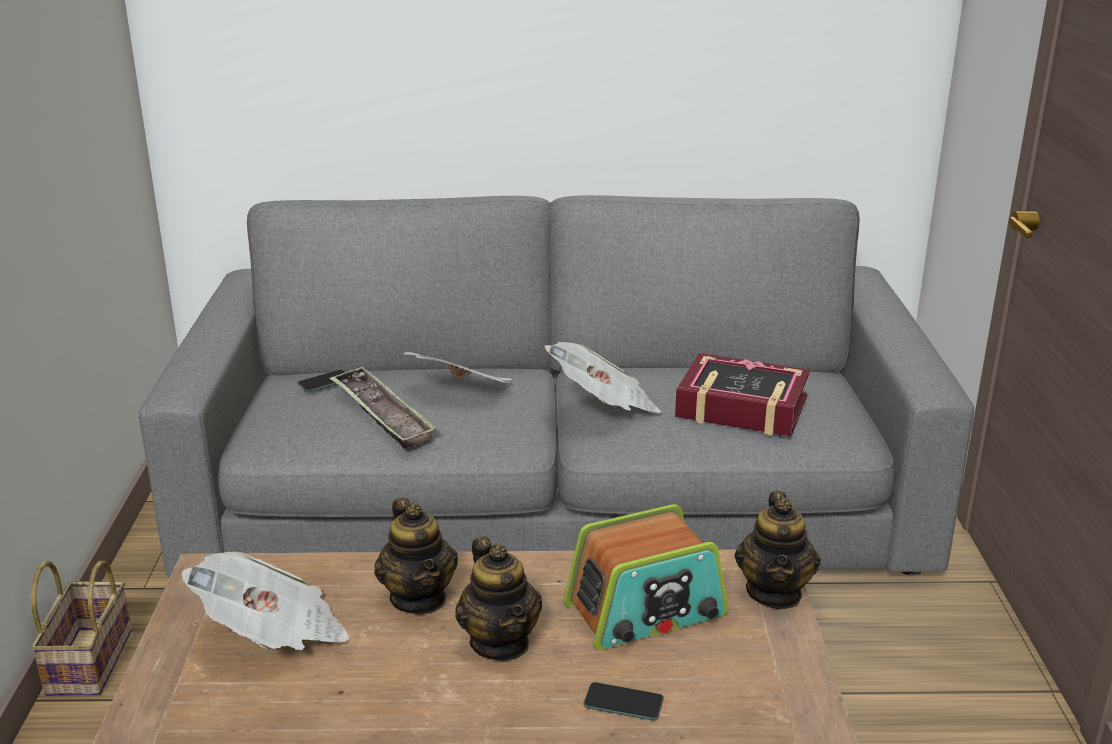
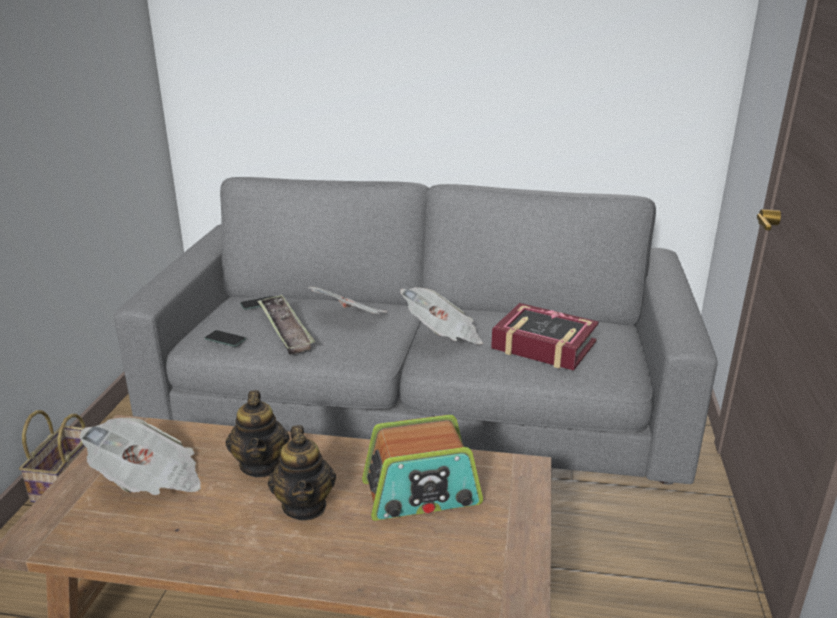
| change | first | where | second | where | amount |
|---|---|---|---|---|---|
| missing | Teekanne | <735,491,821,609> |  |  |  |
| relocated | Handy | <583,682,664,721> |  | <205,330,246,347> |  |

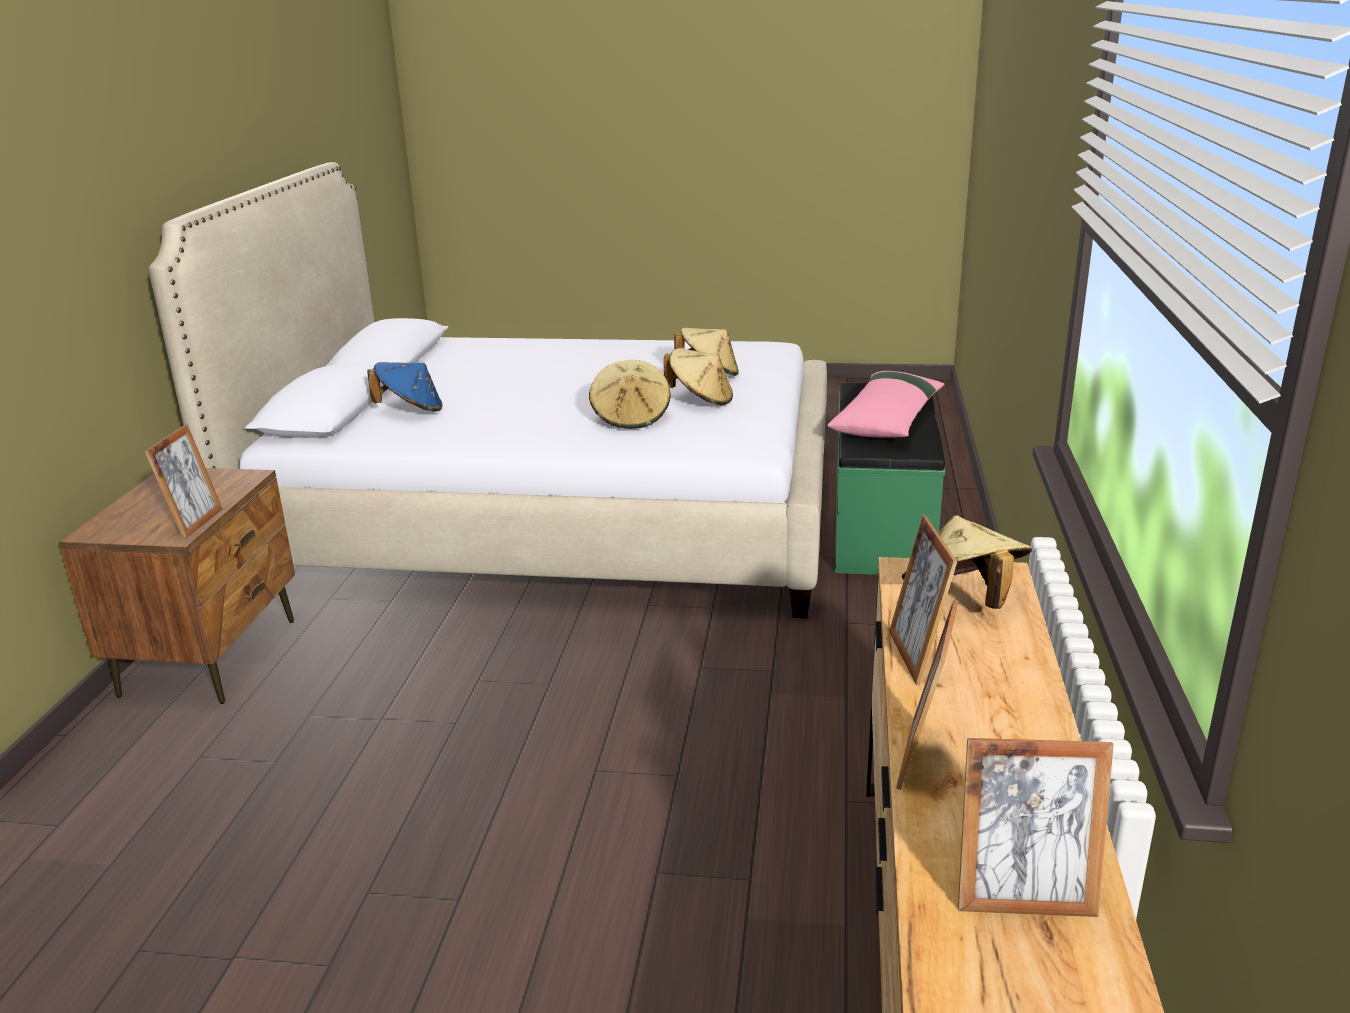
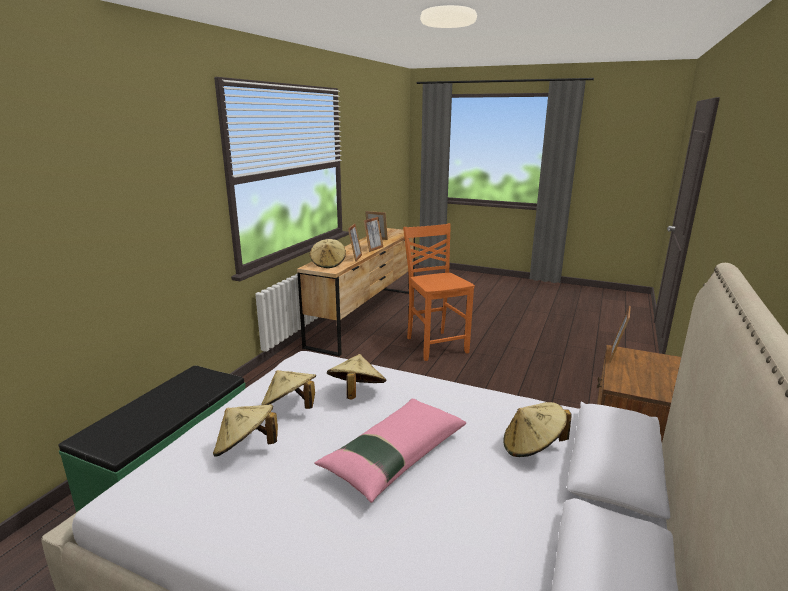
| change | first | where | second | where | amount |
|---|---|---|---|---|---|
| colour | Hut/blau | <367,362,443,412> | Hut/beige | <504,402,572,457> |  |
| relocated | Kissen/rosa | <828,371,945,438> |  | <315,398,466,503> |  |
| appeared |  |  | Stuhl/orange | <403,223,475,361> |  |

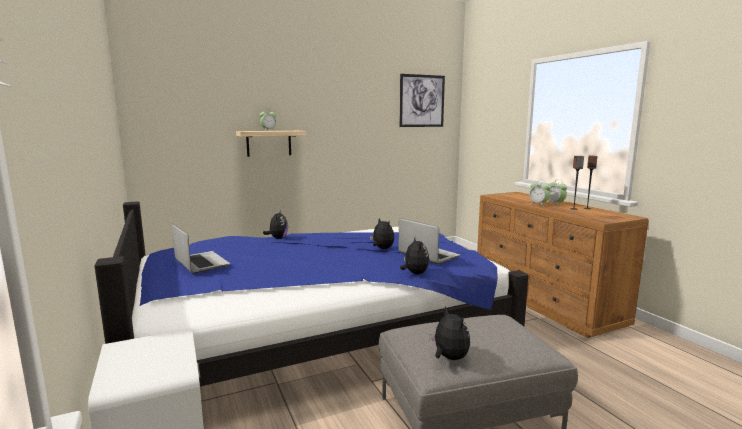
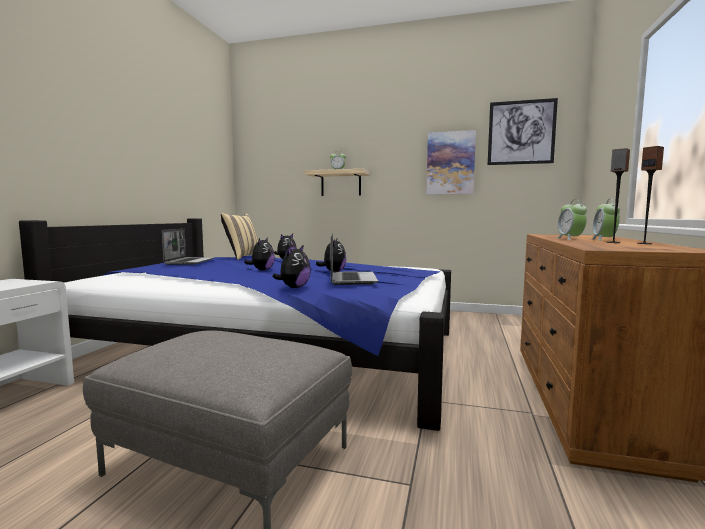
| change | first | where | second | where | amount |
|---|---|---|---|---|---|
| relocated | Plüschtier | <429,306,470,360> |  | <244,237,275,271> |  |
| appeared |  |  | Bild | <426,130,476,195> |  |
| appeared |  |  | Kissen/beige | <221,213,258,260> |  |

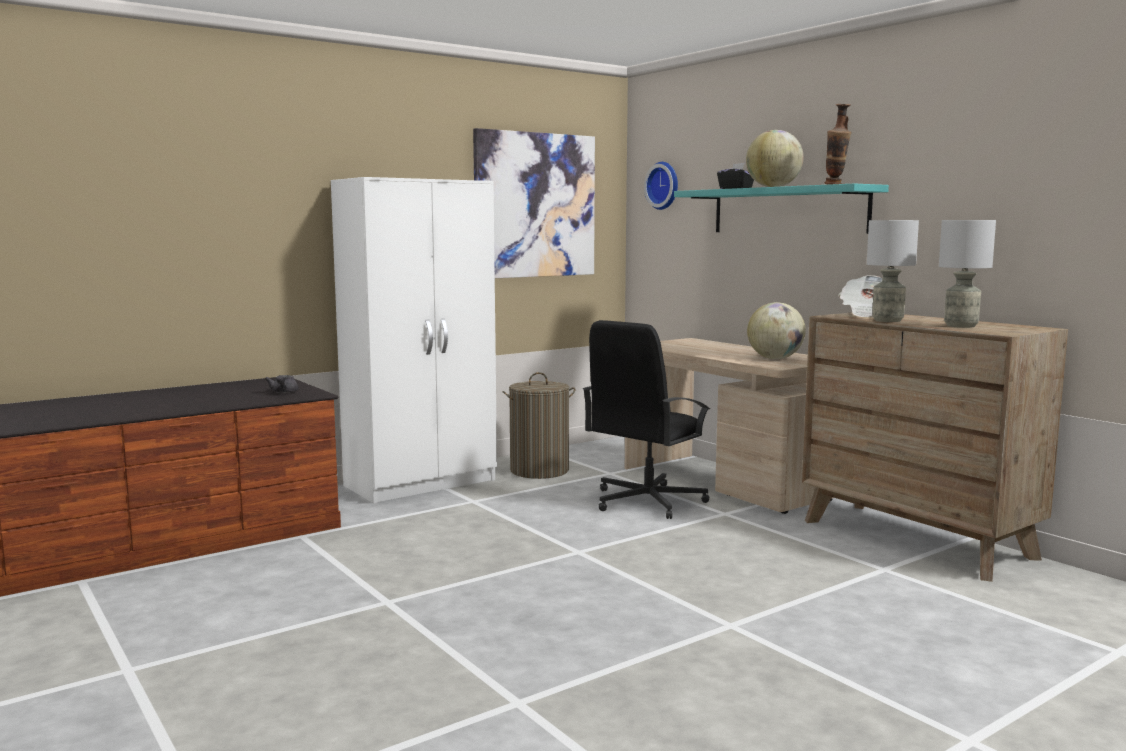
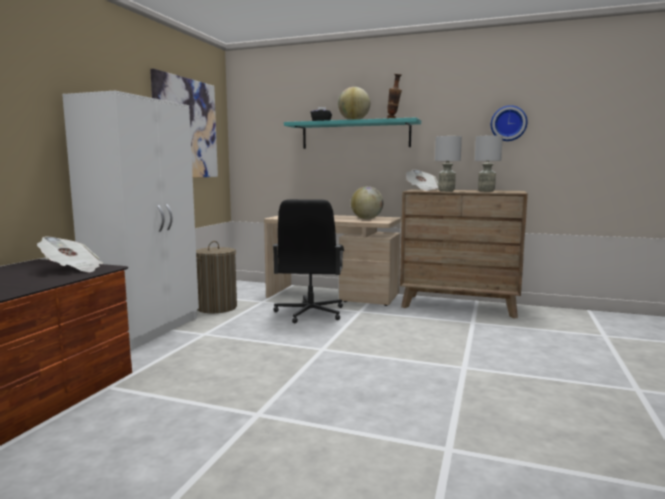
| change | first | where | second | where | amount |
|---|---|---|---|---|---|
| relocated | Wanduhr | <644,162,678,210> |  | <491,105,527,141> |  |
| exchanged | Teekanne/grau | <265,375,299,393> | Zeitung | <37,236,103,272> |  |

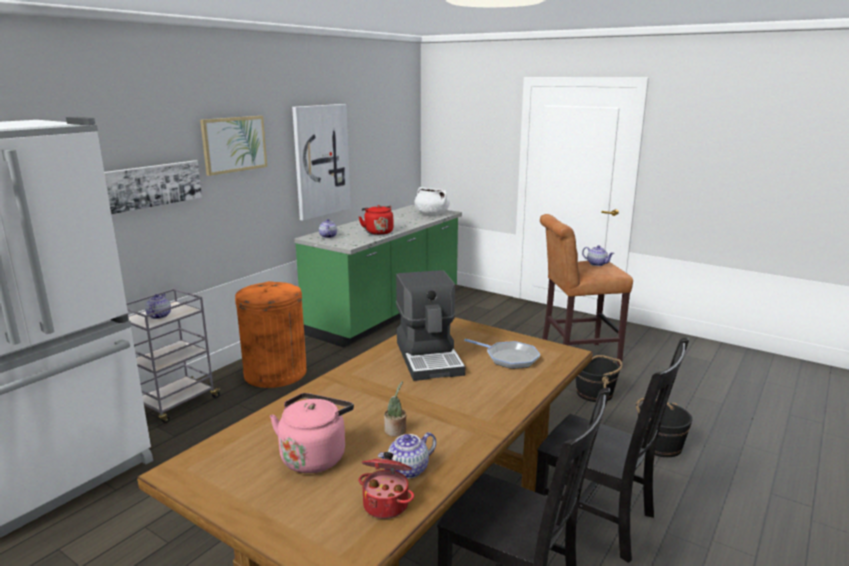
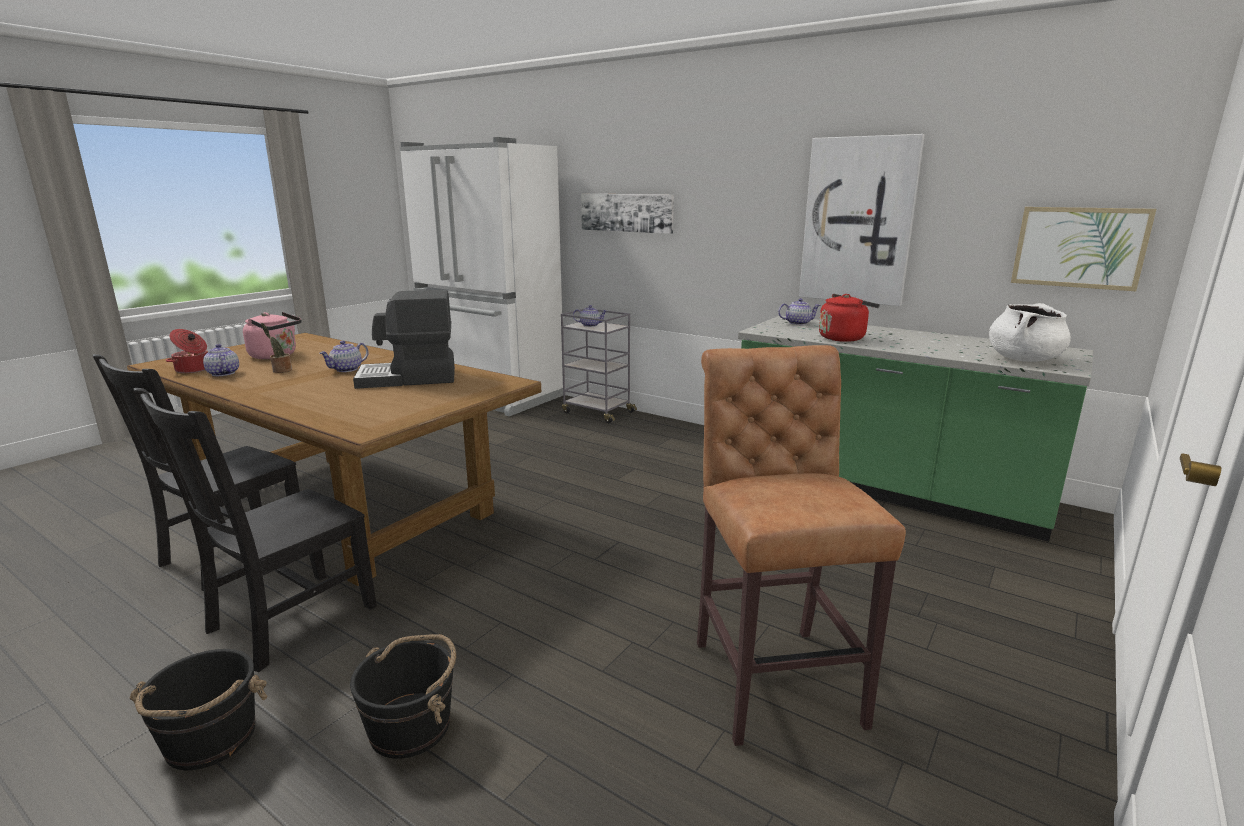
| change | first | where | second | where | amount |
|---|---|---|---|---|---|
| relocated | Bild | <200,116,267,176> |  | <1011,207,1156,291> |  |
| relocated | Teekanne | <582,245,614,266> |  | <320,341,369,372> |  |
| missing | Mülleimer/orange | <235,281,307,388> |  |  |  |
| missing | Pfanne | <464,339,541,369> |  |  |  |
| relocated | Eimer/schwarz | <576,355,623,402> |  | <130,649,268,770> |  |

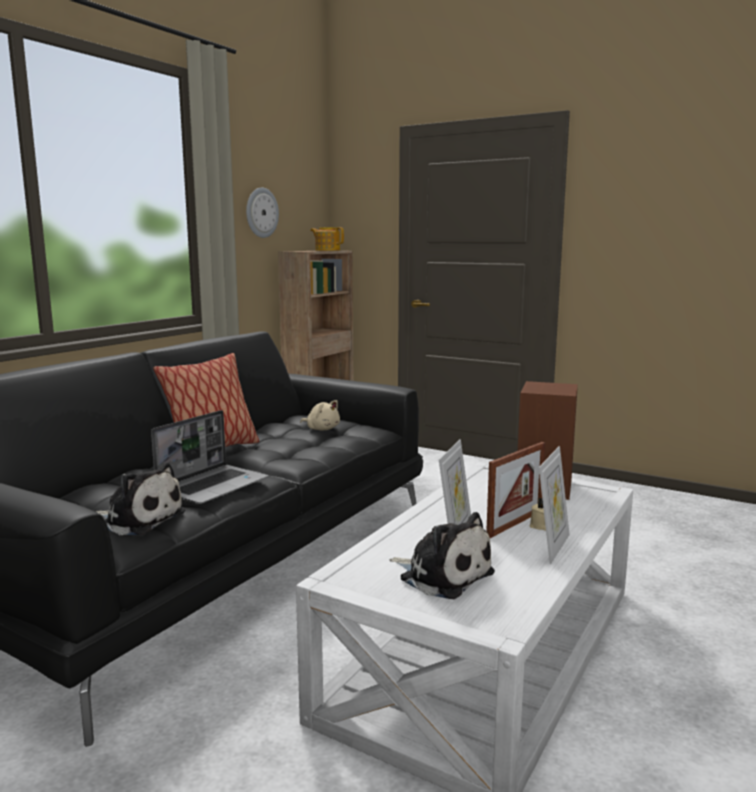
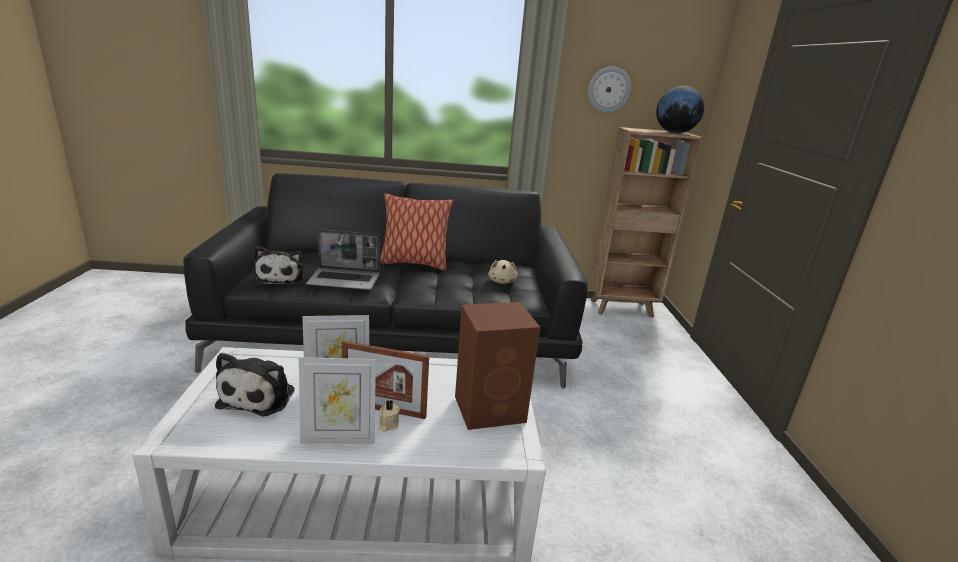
| change | first | where | second | where | amount |
|---|---|---|---|---|---|
| exchanged | Teekanne | <310,227,344,251> | Globus | <656,86,704,133> |  |

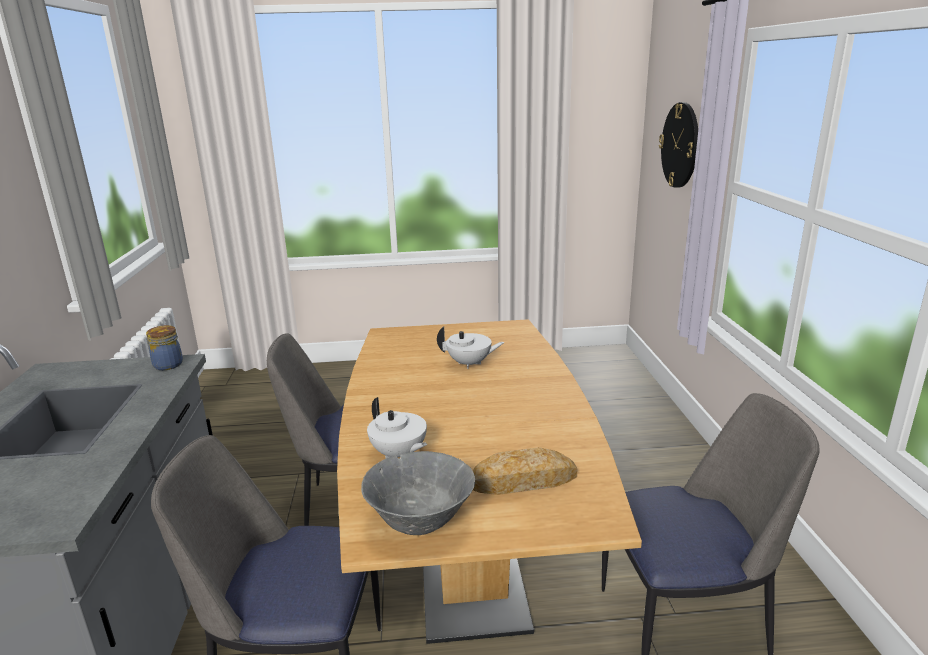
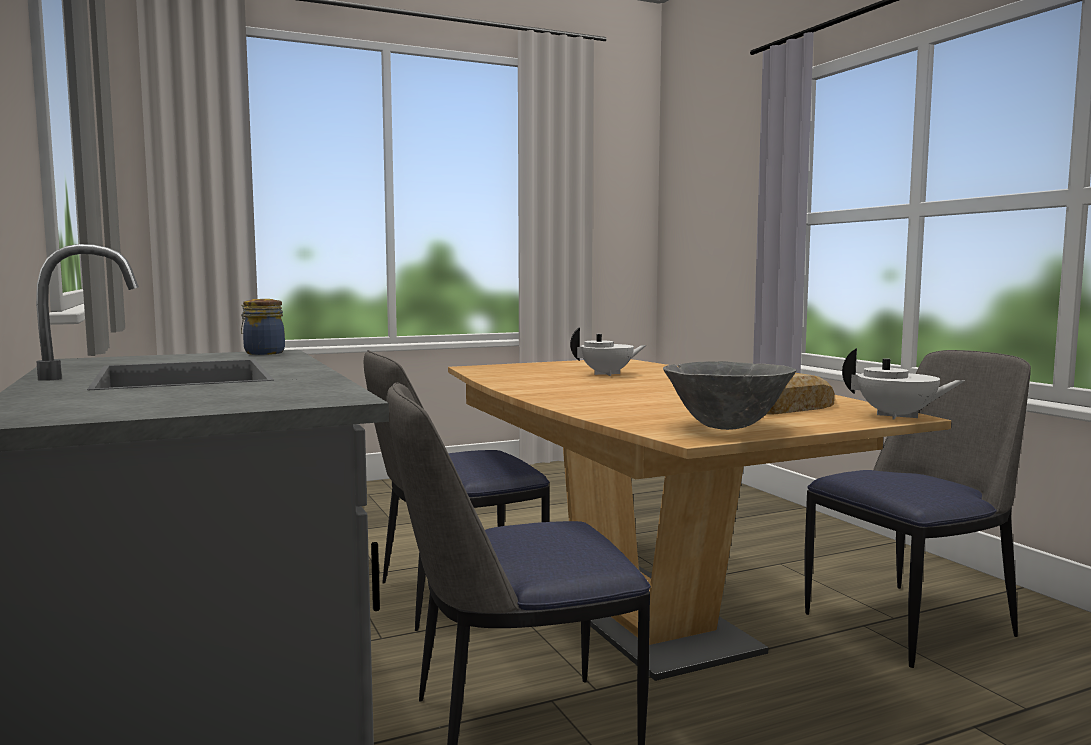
| change | first | where | second | where | amount |
|---|---|---|---|---|---|
| missing | Wanduhr | <659,102,698,188> |  |  |  |
| relocated | Teekanne/weiß | <367,397,427,458> |  | <842,348,964,420> |  |

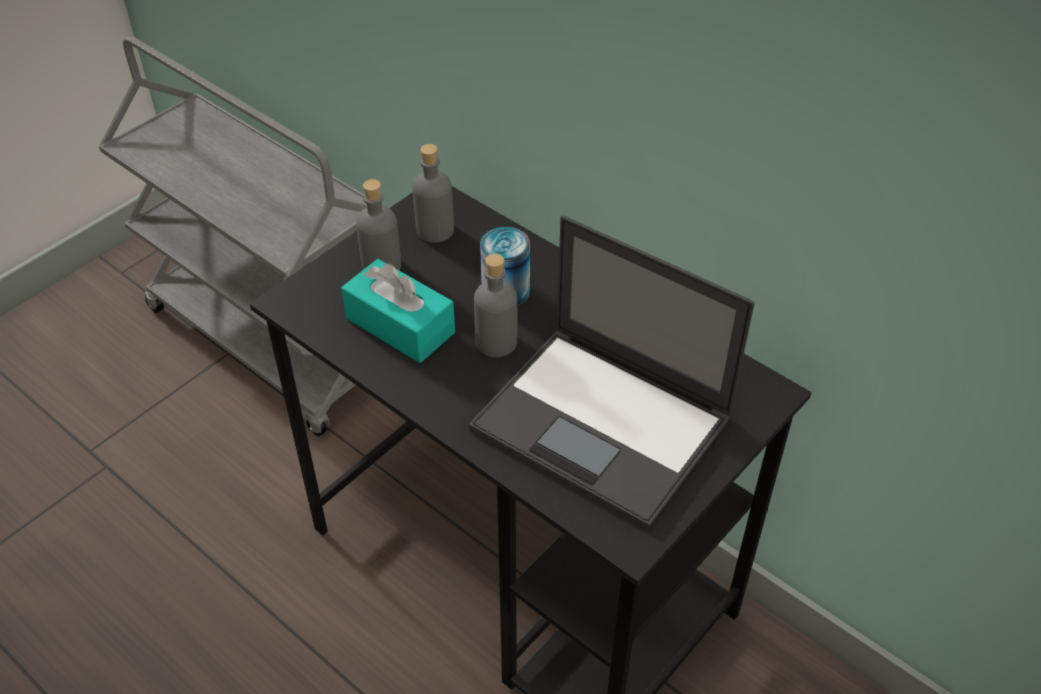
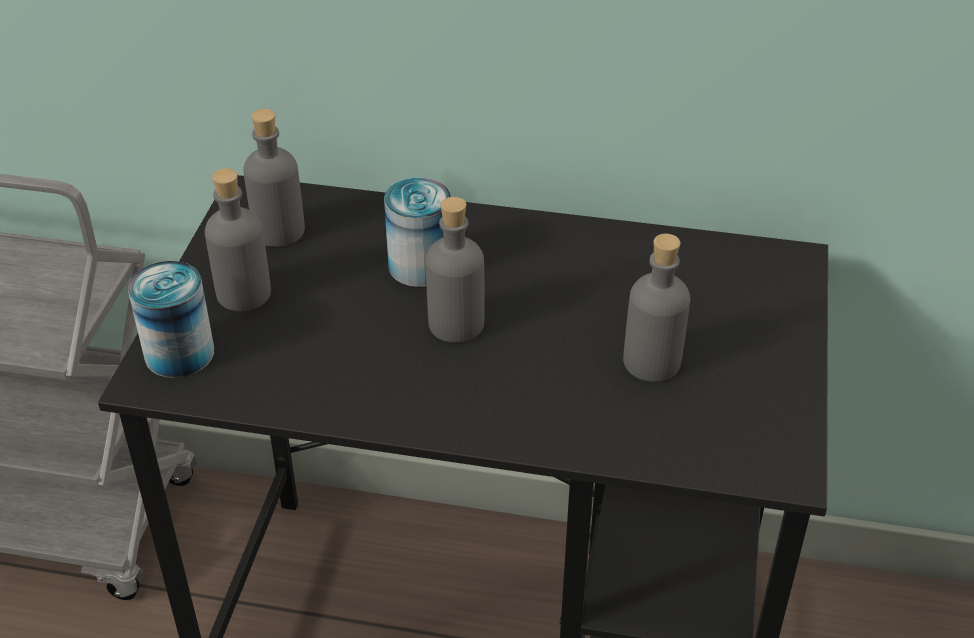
| change | first | where | second | where | amount |
|---|---|---|---|---|---|
| exchanged | Laptop | <469,216,755,530> | Flasche/grau | <623,234,690,382> |  |
| missing | Taschentuchbox/türkis | <341,259,455,363> |  |  |  |
| appeared |  |  | Dose | <128,261,214,378> |  |

